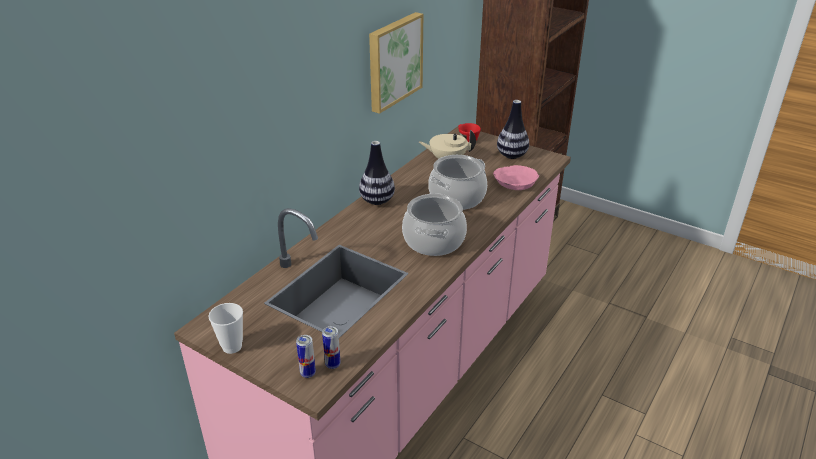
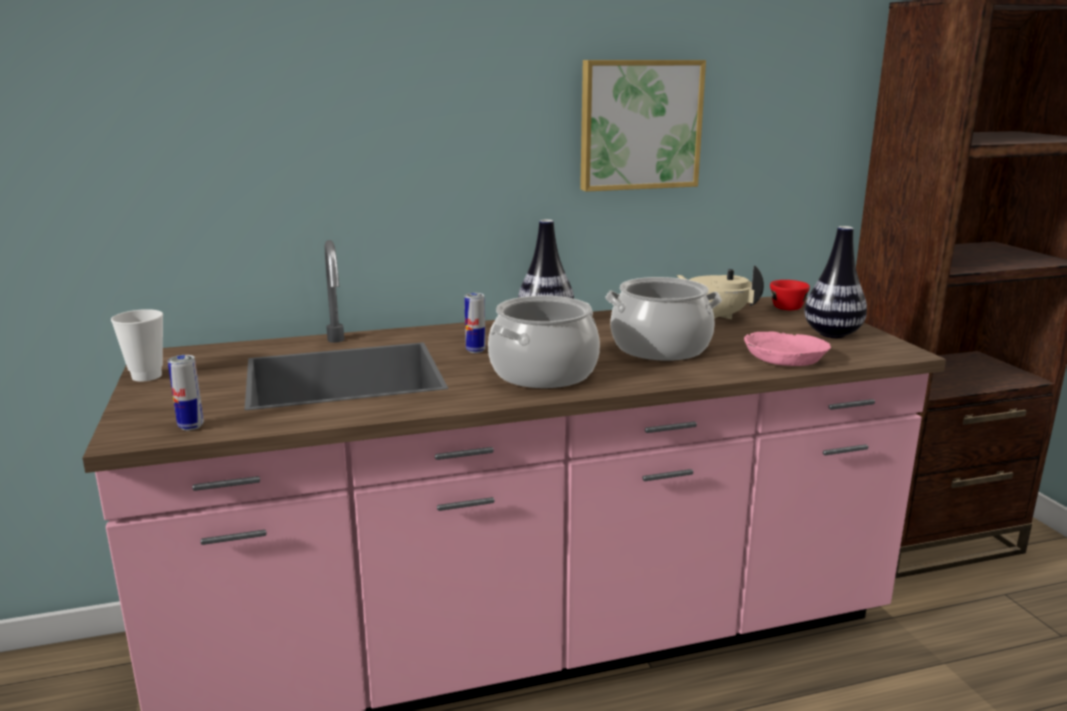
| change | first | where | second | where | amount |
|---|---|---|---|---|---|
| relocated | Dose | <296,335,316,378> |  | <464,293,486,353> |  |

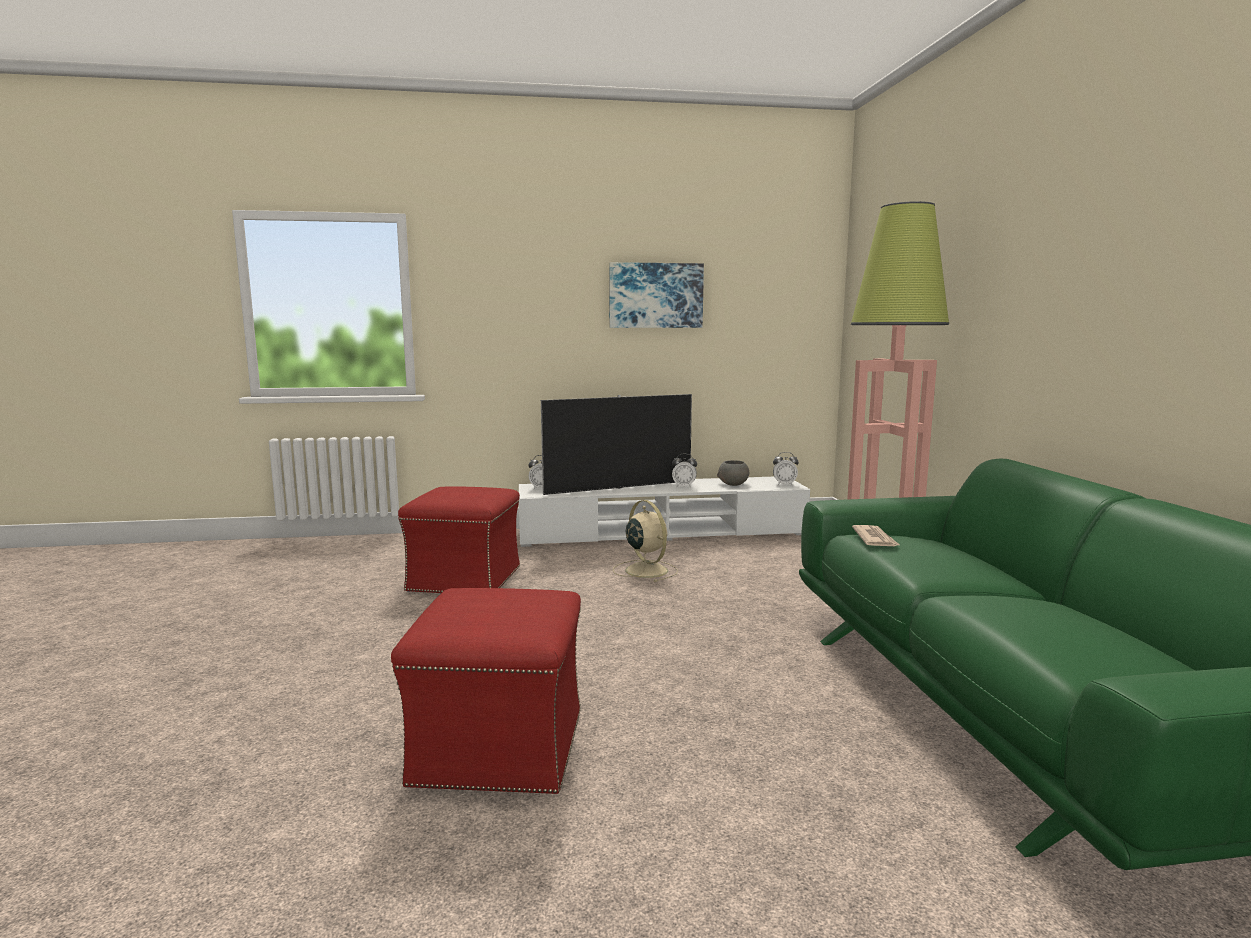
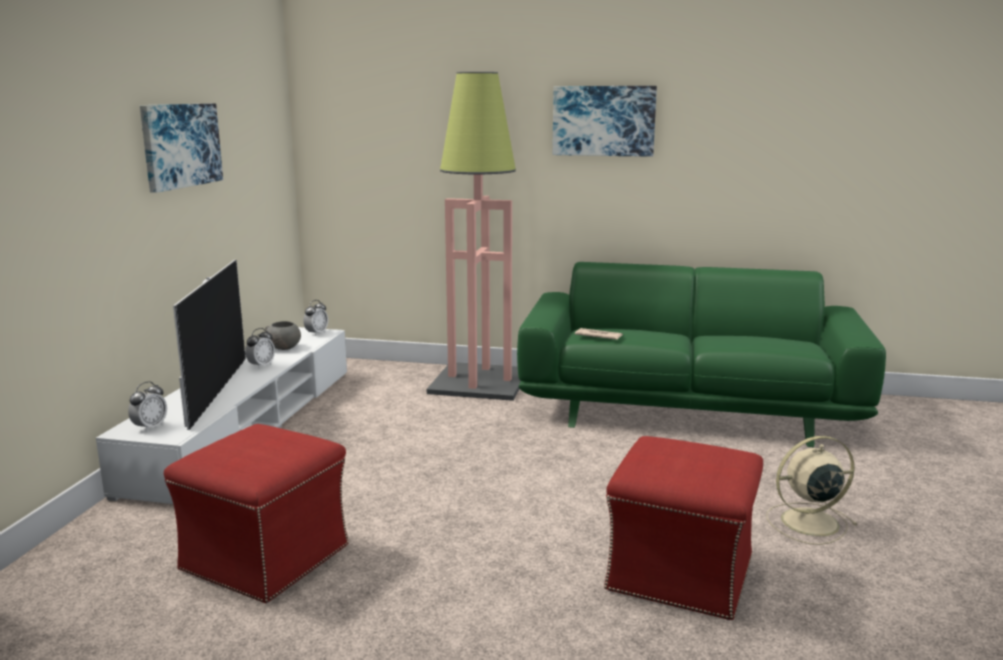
| change | first | where | second | where | amount |
|---|---|---|---|---|---|
| relocated | Ventilator/beige | <613,500,678,582> |  | <767,436,858,545> |  |
| appeared |  |  | Bild | <552,86,657,157> |  |

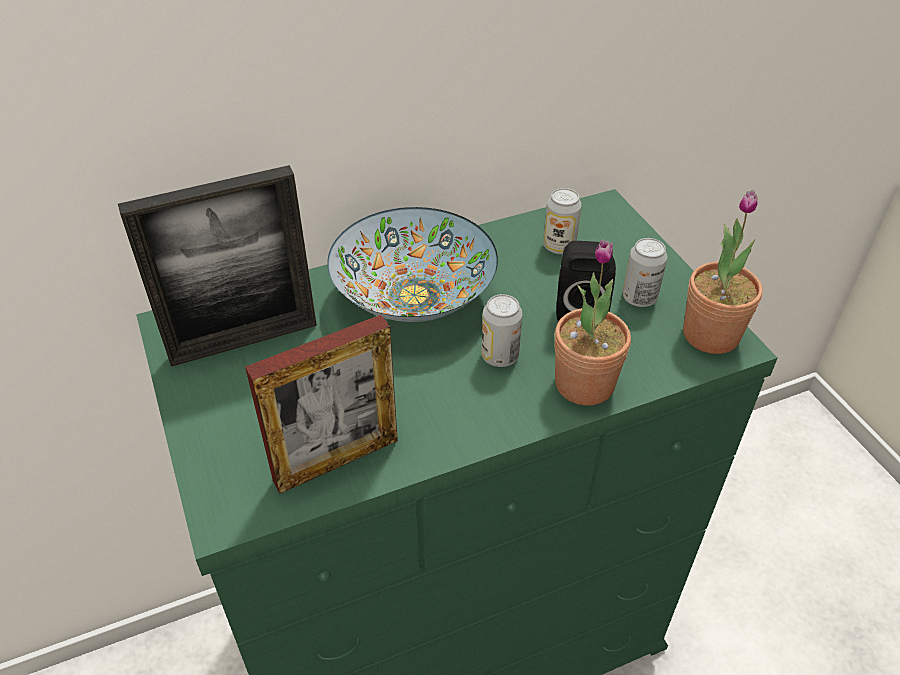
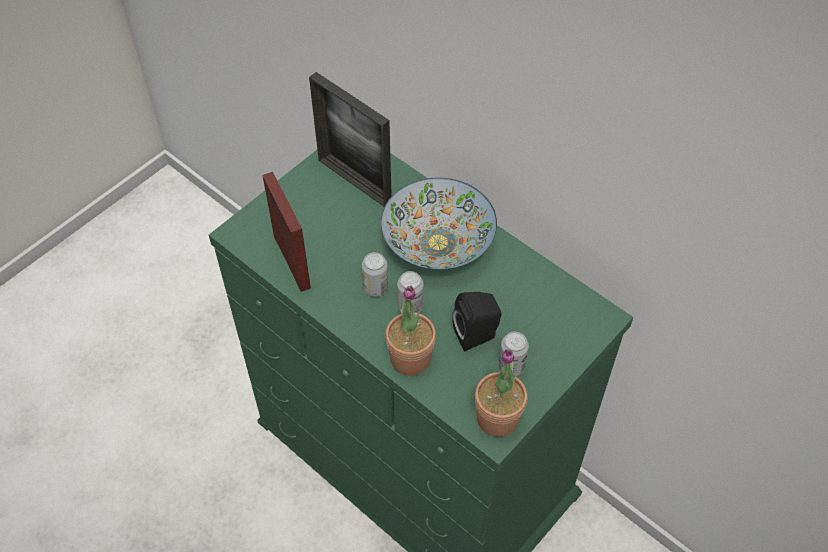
| change | first | where | second | where | amount |
|---|---|---|---|---|---|
| relocated | Dose | <543,188,582,254> |  | <362,252,388,297> |  |
| spun | Bilderrahmen | <245,315,398,493> |  | <262,172,311,292> | 150 degrees counterclockwise |

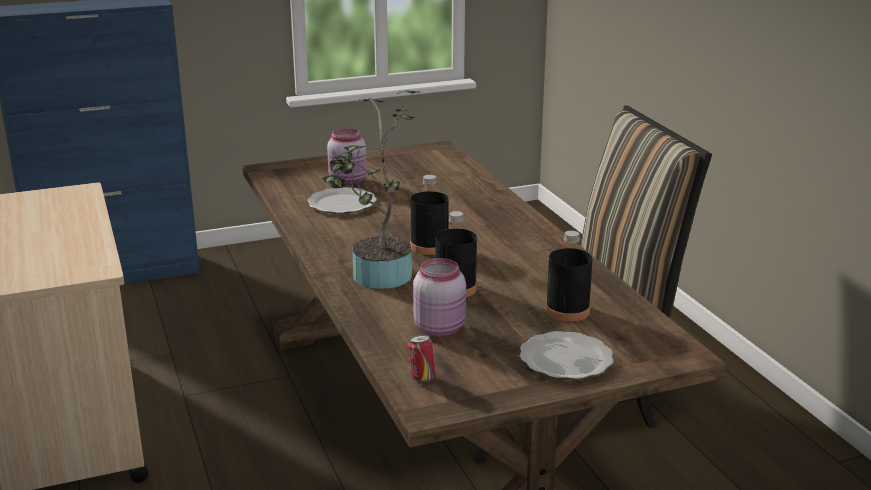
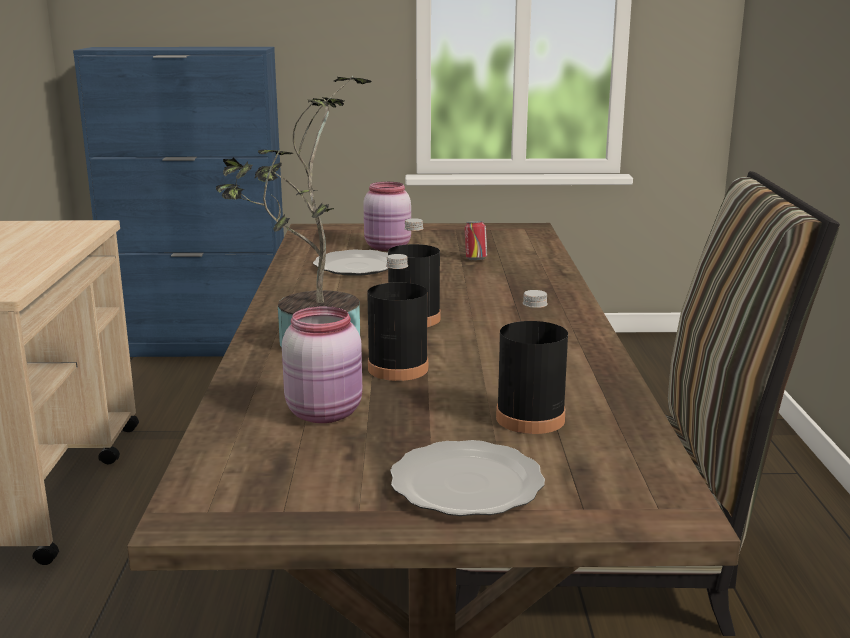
| change | first | where | second | where | amount |
|---|---|---|---|---|---|
| relocated | Dose | <408,335,436,382> |  | <465,221,487,260> |  |

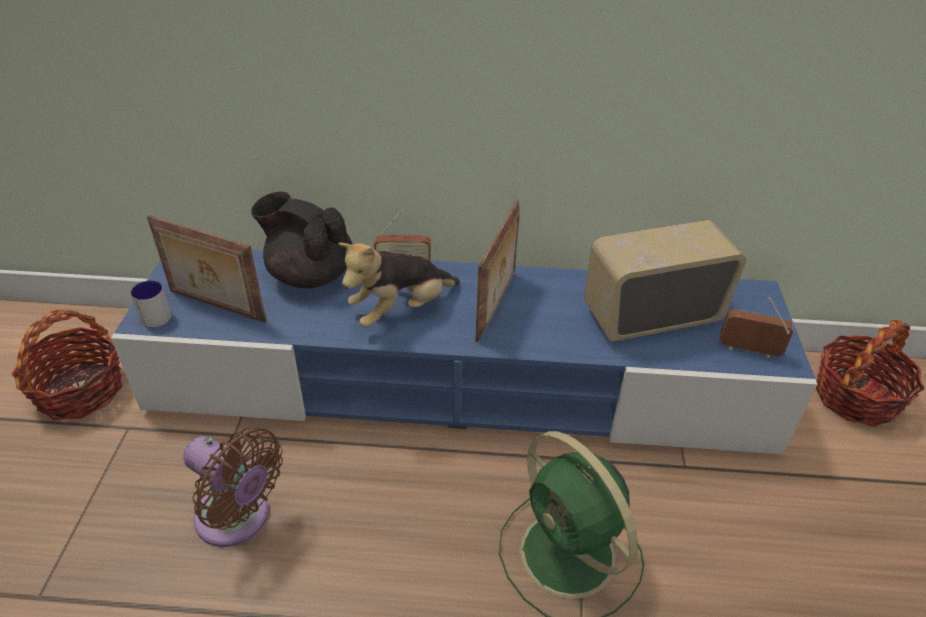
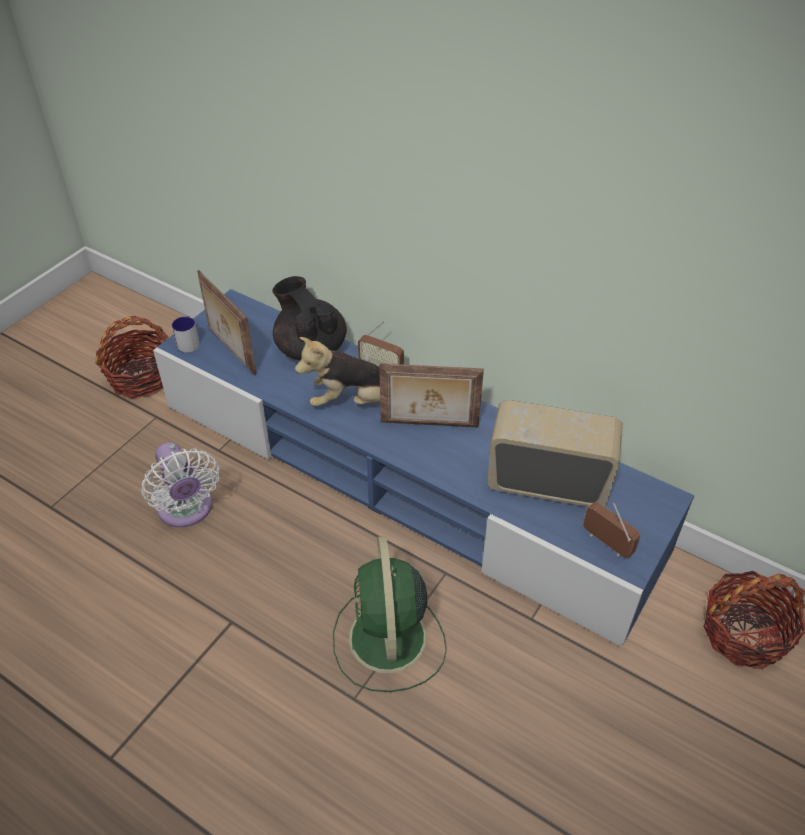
| change | first | where | second | where | amount |
|---|---|---|---|---|---|
| spun | Bilderrahmen | <475,200,520,342> |  | <379,363,484,428> | 45 degrees clockwise |
| colour | Ventilator/braun | <183,428,283,547> | Ventilator/weiß | <141,442,220,528> |  |

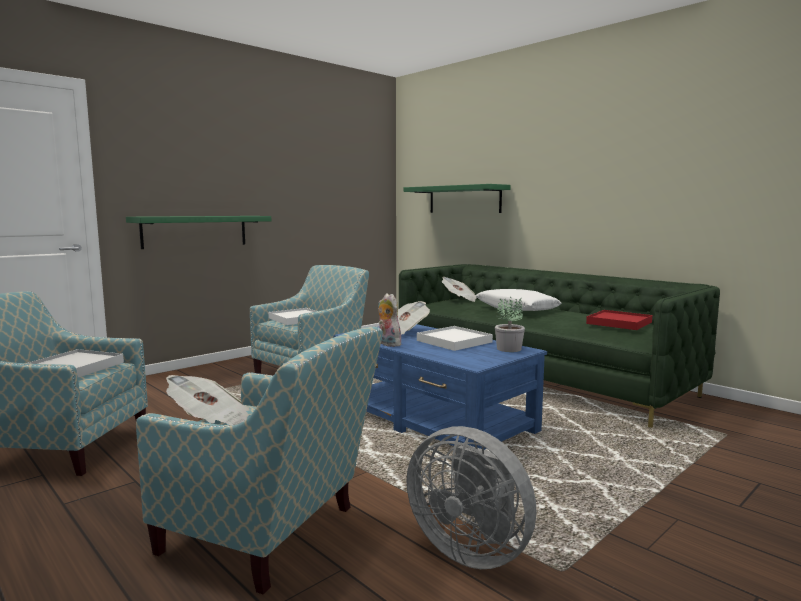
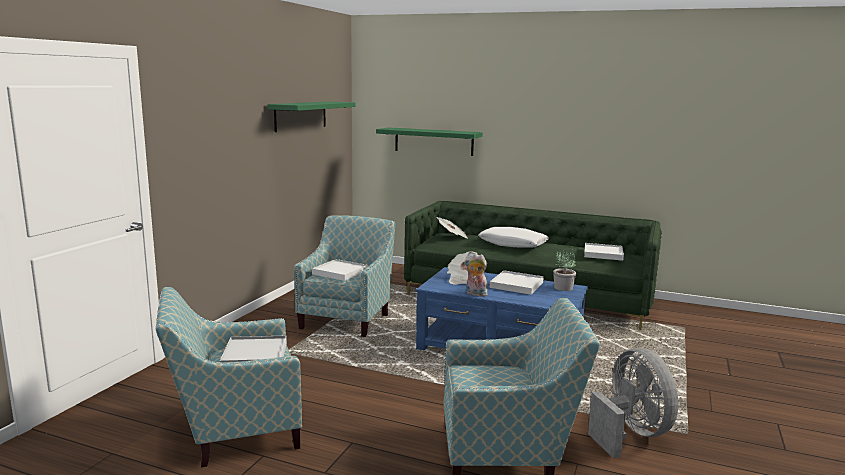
| change | first | where | second | where | amount |
|---|---|---|---|---|---|
| relocated | Wandregal/grün | <126,216,271,249> |  | <268,101,355,132> |  |
| colour | Tablett/rot | <586,310,652,330> | Tablett/weiß | <584,243,624,261> |  |
| missing | Zeitung | <166,375,249,425> |  |  |  |
| spun | Ventilator/grau | <406,426,537,569> |  | <588,348,678,458> | 120 degrees counterclockwise |

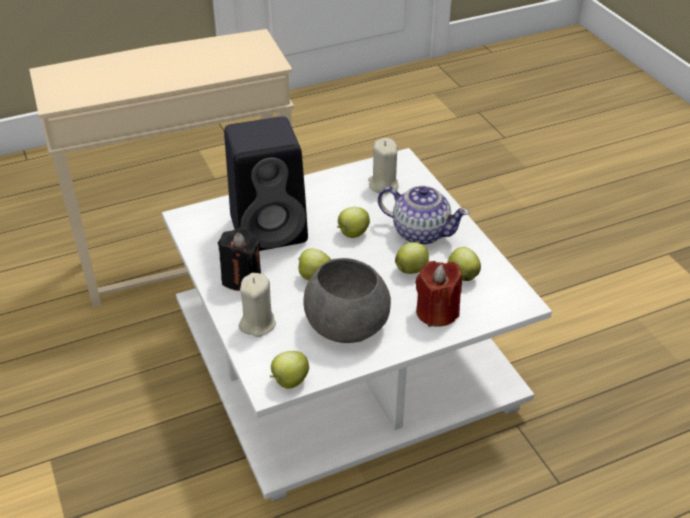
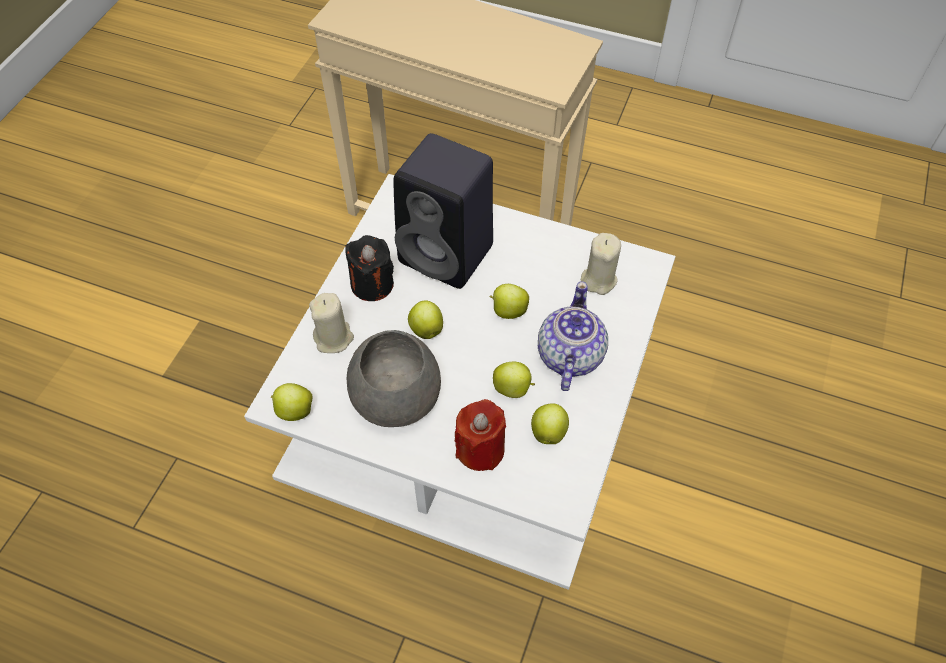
| change | first | where | second | where | amount |
|---|---|---|---|---|---|
| spun | Teekanne | <378,186,470,245> |  | <538,281,608,391> | 150 degrees counterclockwise |

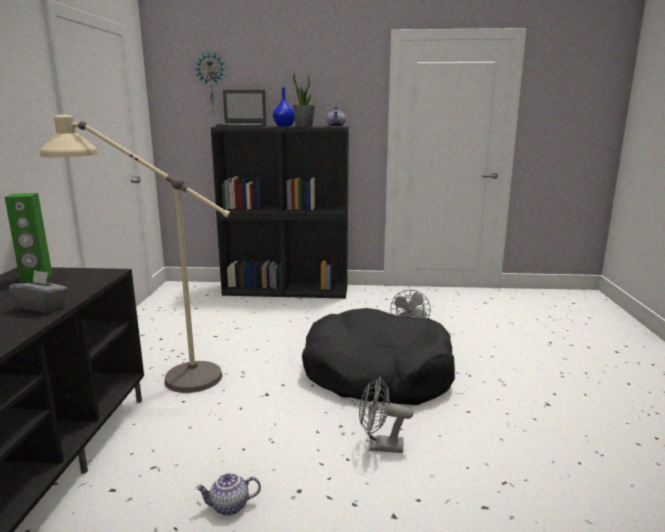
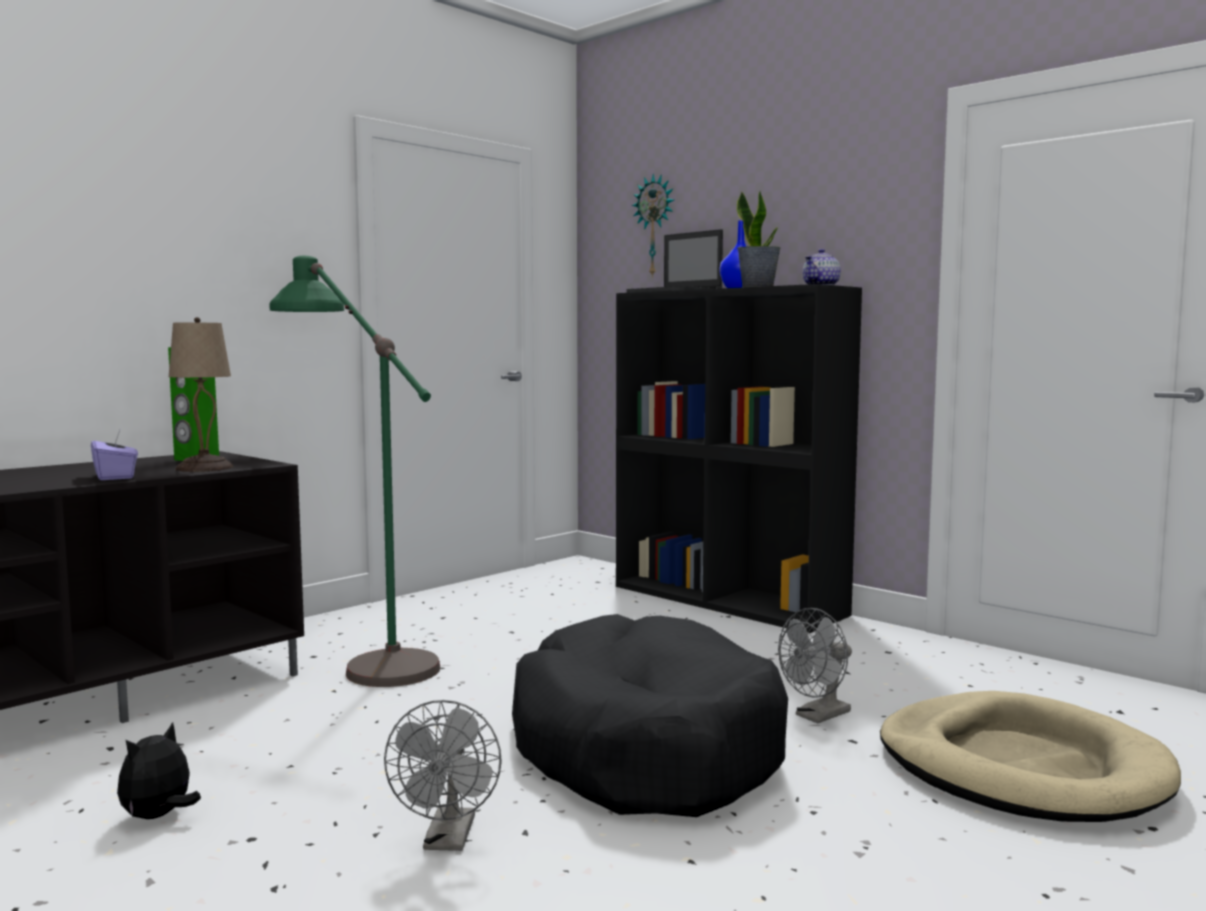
| change | first | where | second | where | amount |
|---|---|---|---|---|---|
| colour | Stehlampe/beige | <40,115,230,393> | Stehlampe/grün | <270,256,441,687> |  |
| colour | Taschentuchbox/grau | <9,270,68,313> | Taschentuchbox/lila | <91,428,138,480> |  |
| spun | Ventilator/grau | <359,376,413,453> |  | <384,700,502,851> | 135 degrees counterclockwise |
| exchanged | Teekanne | <195,473,261,516> | Plüschtier | <117,722,201,819> |  |
| appeared |  |  | Tischlampe/beige | <169,317,234,472> |  |
| appeared |  |  | Hundebett/beige | <880,691,1181,822> |  |

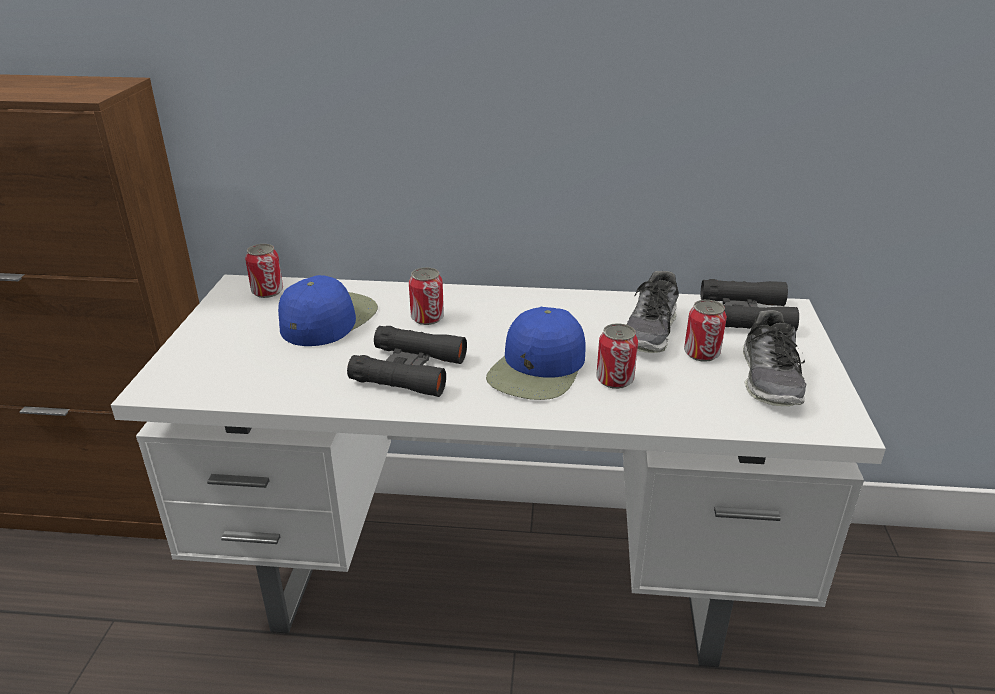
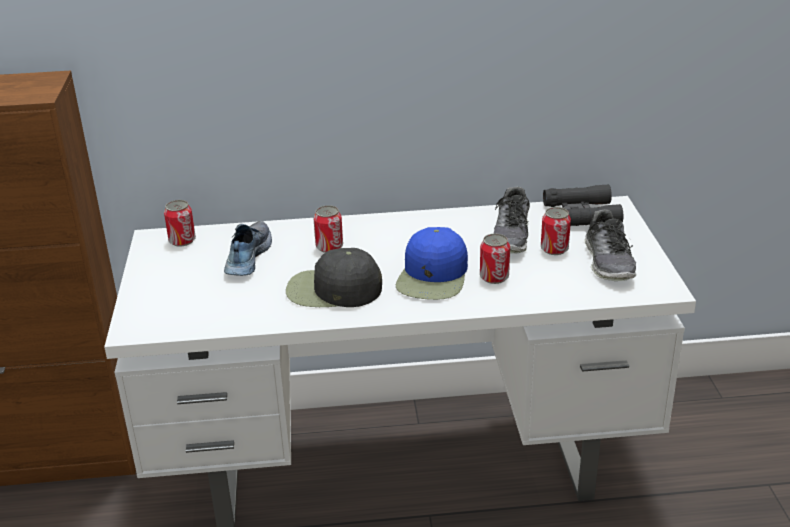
| change | first | where | second | where | amount |
|---|---|---|---|---|---|
| exchanged | Kappe/blau | <278,275,378,346> | Schuh | <224,221,272,276> |  |
| exchanged | Fernglas/schwarz | <347,326,467,397> | Kappe/schwarz | <286,248,382,307> |  |

